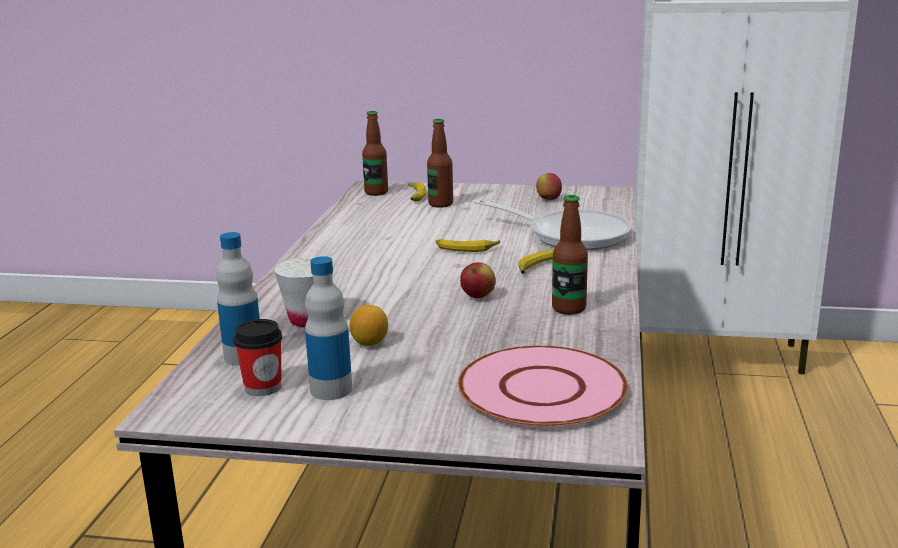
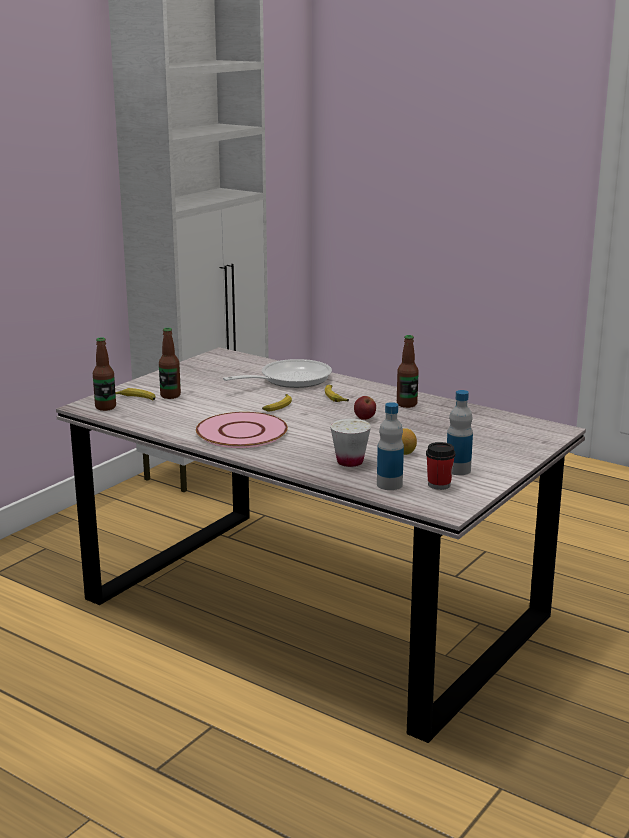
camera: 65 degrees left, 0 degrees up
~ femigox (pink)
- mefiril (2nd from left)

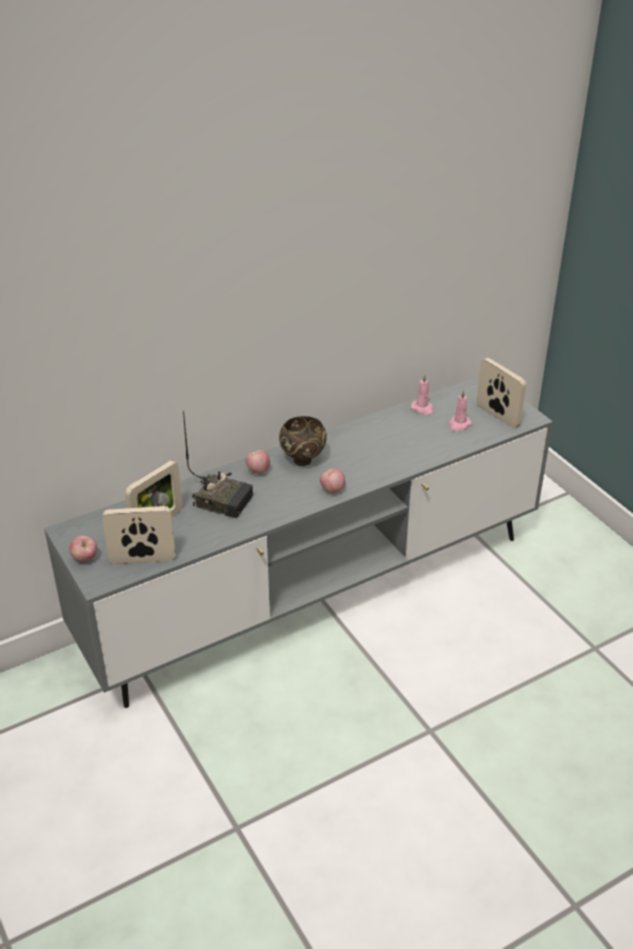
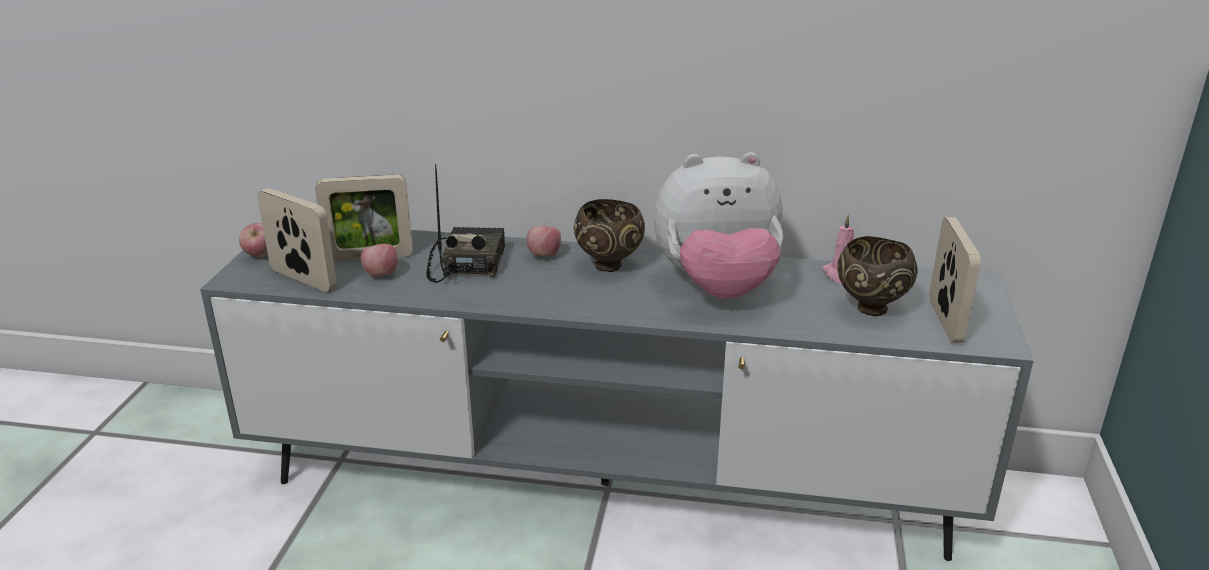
camera: 40 degrees right, 10 degrees down
~ mefiril (3rd from left in the first image) to mefiril (2nd from left)
~ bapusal 150 degrees counterclockwise
+ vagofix
~ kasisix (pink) (2nd from left) to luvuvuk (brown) (2nd from left)

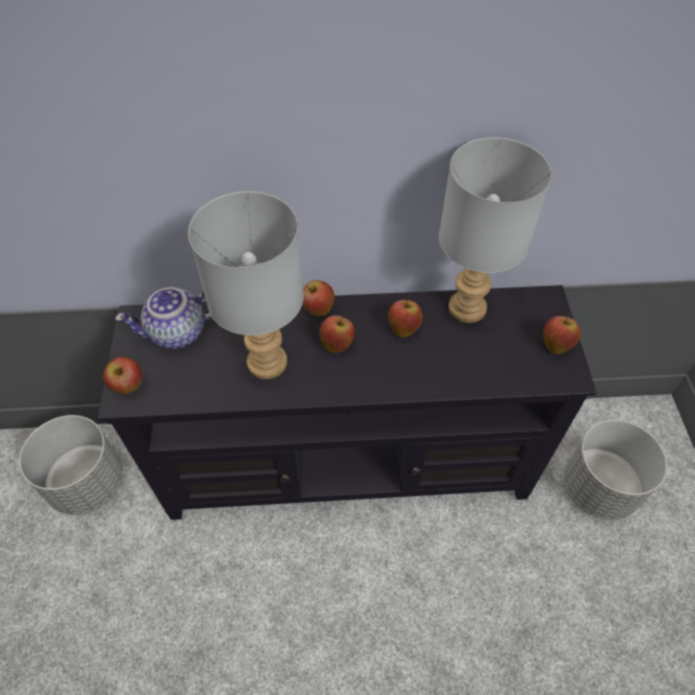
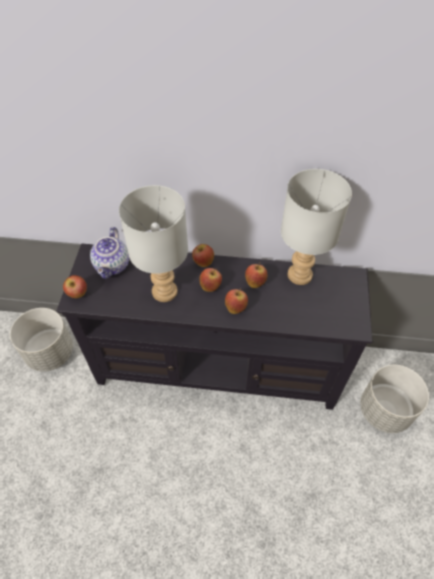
camera: 10 degrees right, 0 degrees up
~ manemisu 75 degrees counterclockwise
~ mefiril (5th from left in the first image) to mefiril (4th from left)

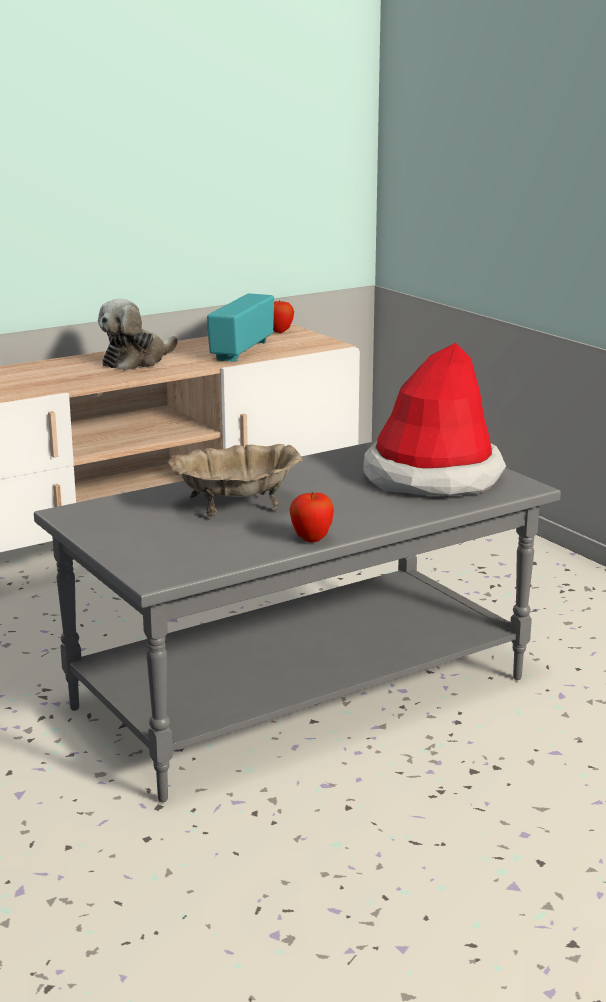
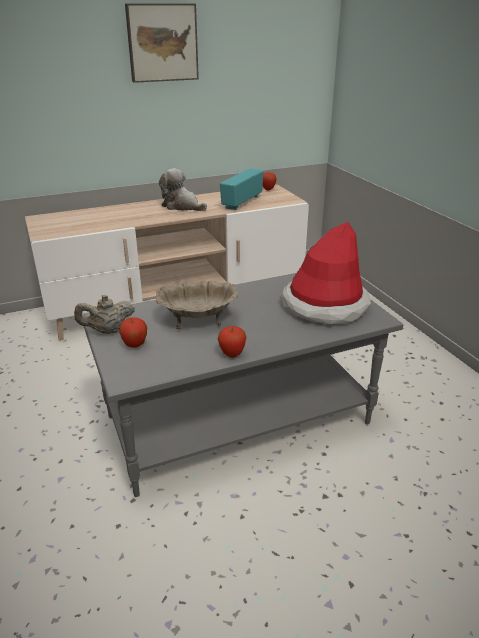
camera: 10 degrees right, 10 degrees up
+ manemisu (beige)
+ mefiril (1st from left)
+ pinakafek
~ vagofix 75 degrees clockwise

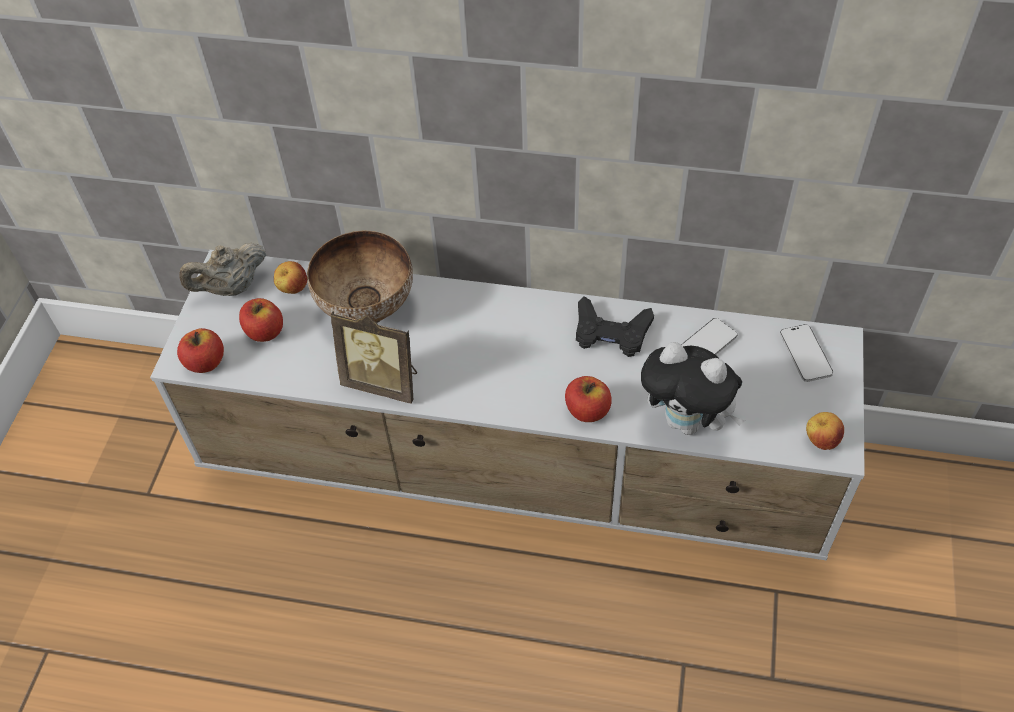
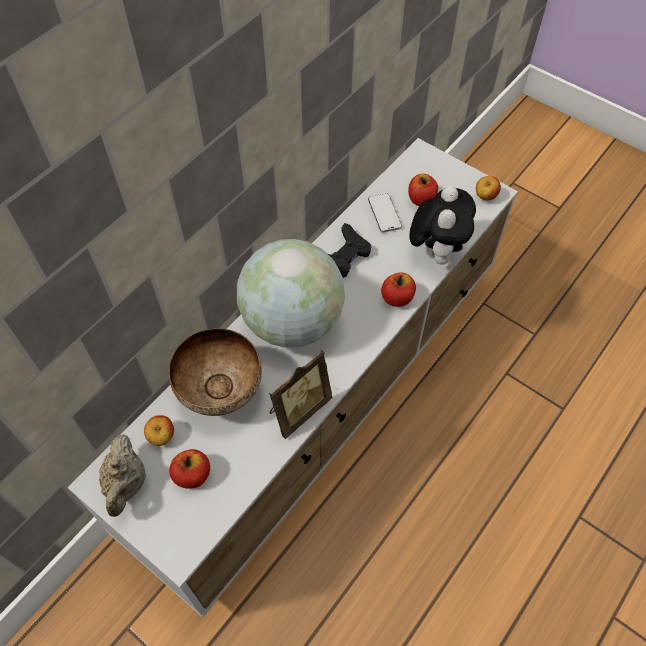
camera: 65 degrees left, 5 degrees up
+ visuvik
~ mefiril (1st from left in the first image) to mefiril (4th from left)
~ vagofix 45 degrees counterclockwise
- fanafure (2nd from left)

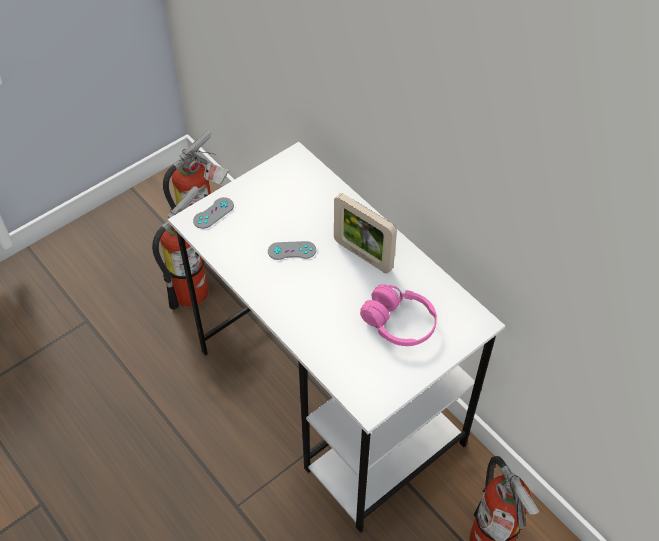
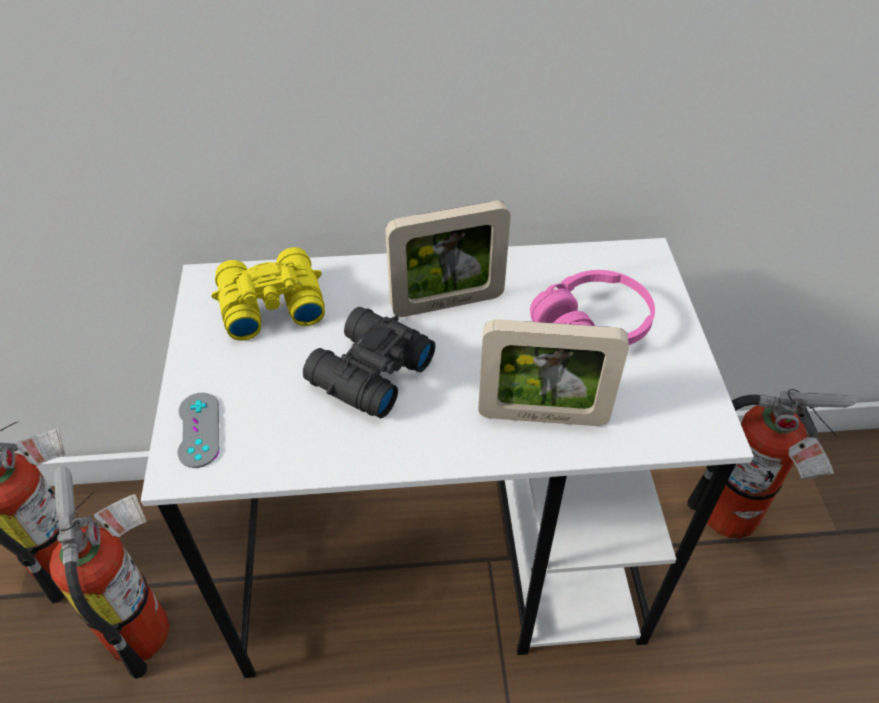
camera: 55 degrees left, 5 degrees down
+ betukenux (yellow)
~ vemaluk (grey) (2nd from left) to betukenux (black)
+ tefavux (2nd from left)

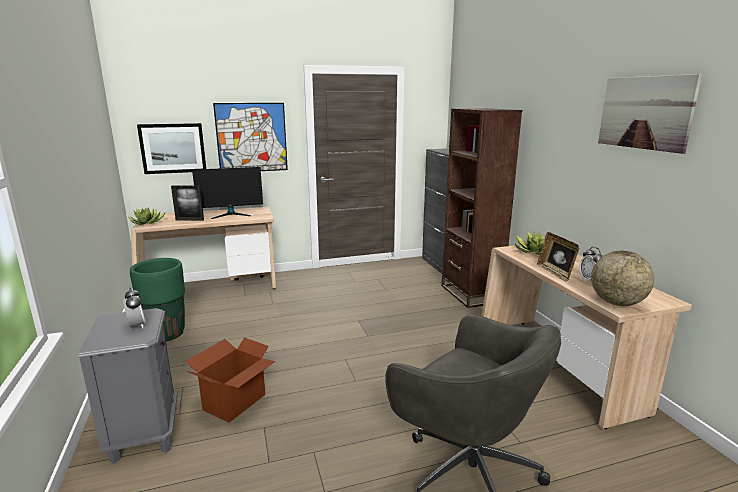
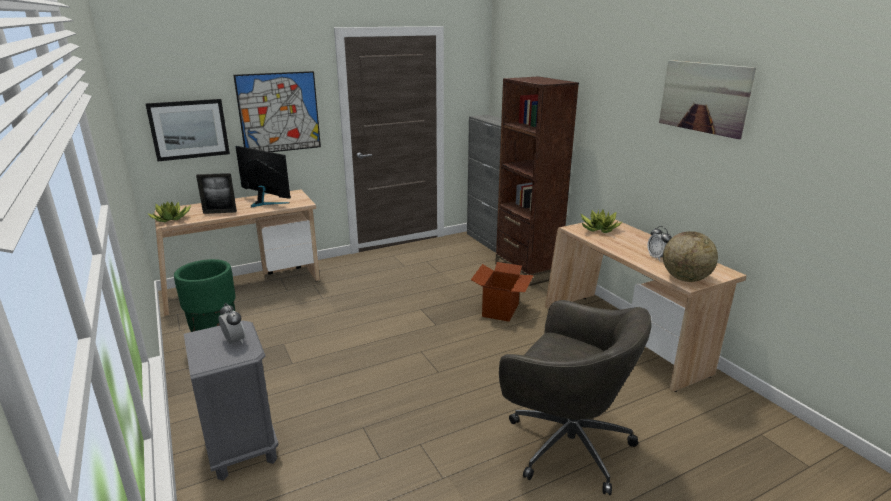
camera: 10 degrees left, 5 degrees up
~ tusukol 120 degrees counterclockwise
~ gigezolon
- tefavux (2nd from left)

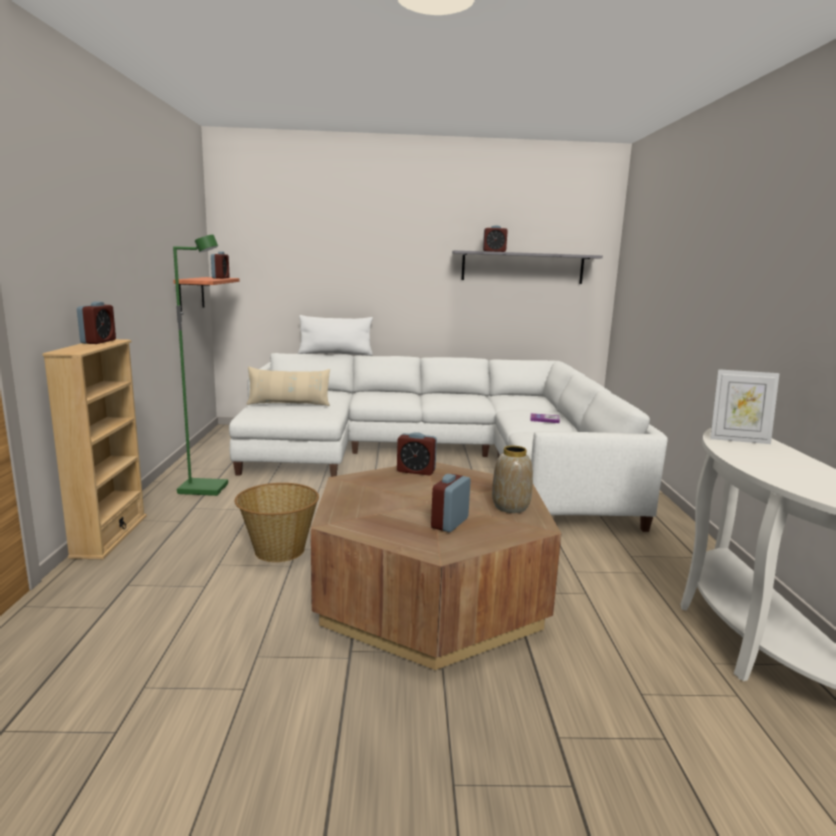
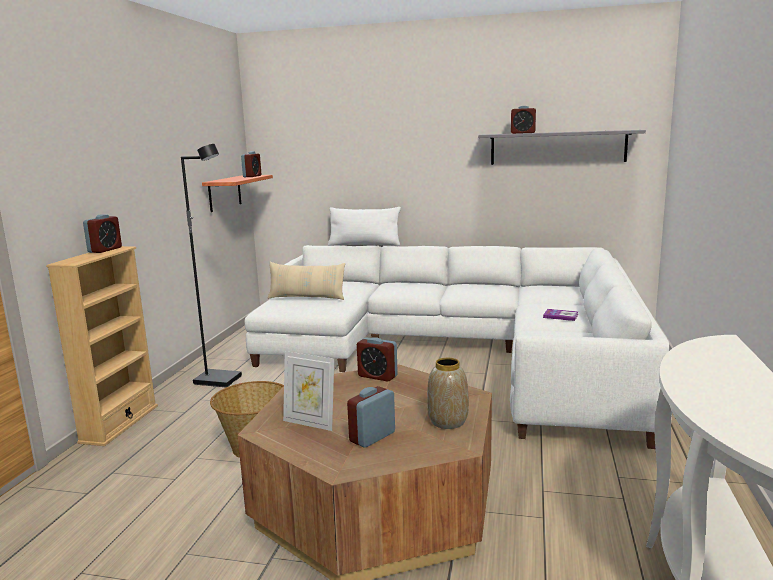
camera: 15 degrees right, 0 degrees up
~ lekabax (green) to lekabax (black)
~ tefavux

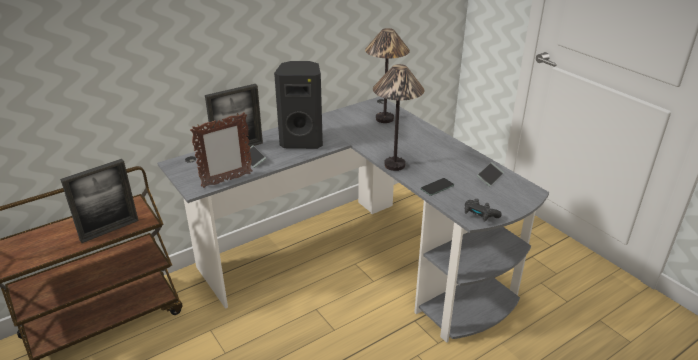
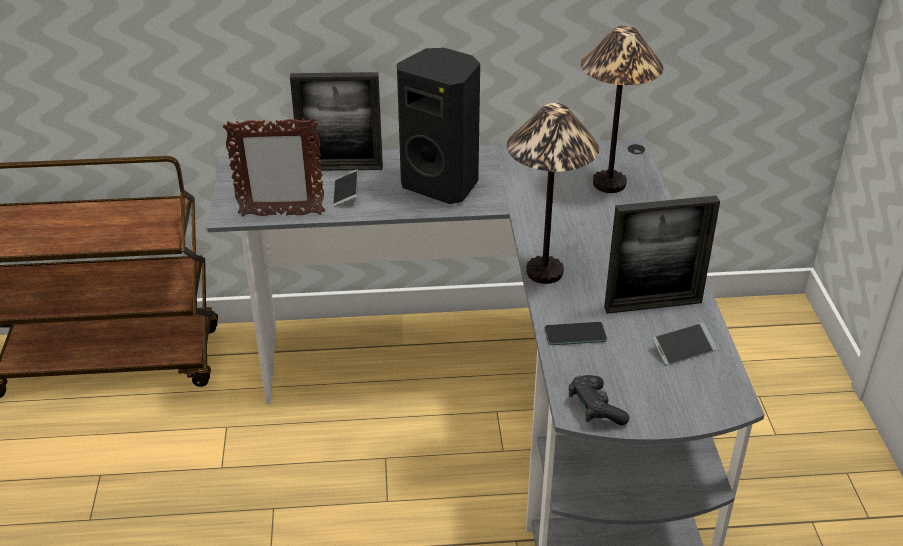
camera: 30 degrees right, 5 degrees up
~ tefavux (1st from left in the first image) to tefavux (3rd from left)

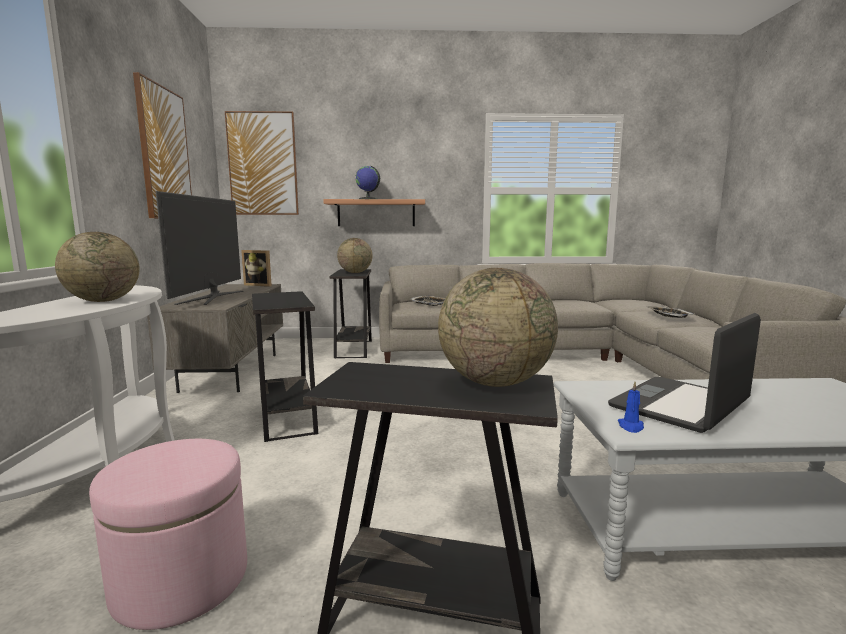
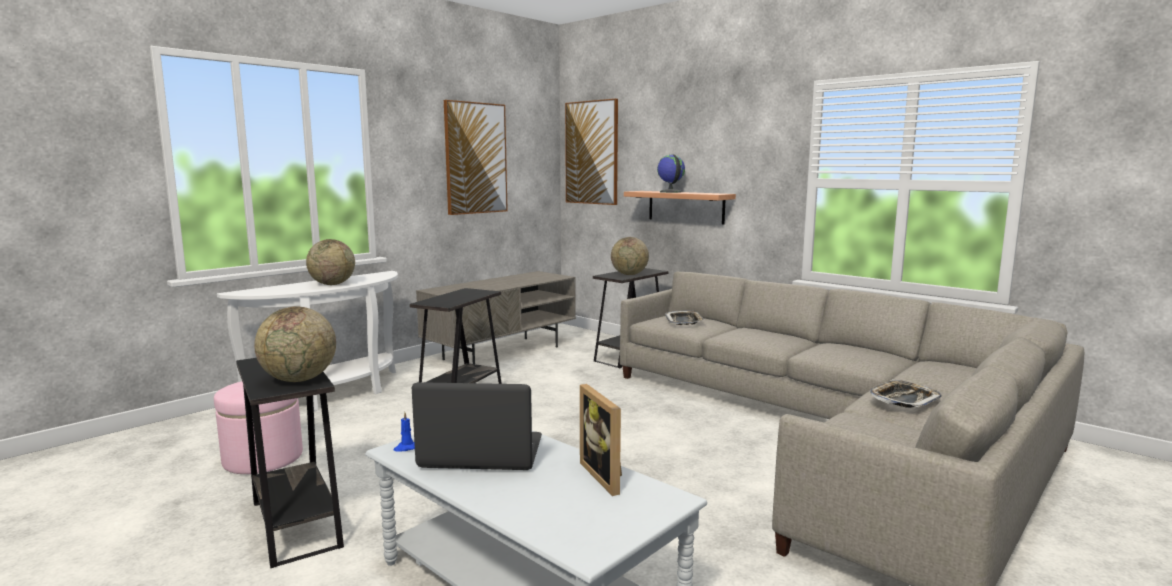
camera: 45 degrees right, 0 degrees up
~ tefavux
- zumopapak

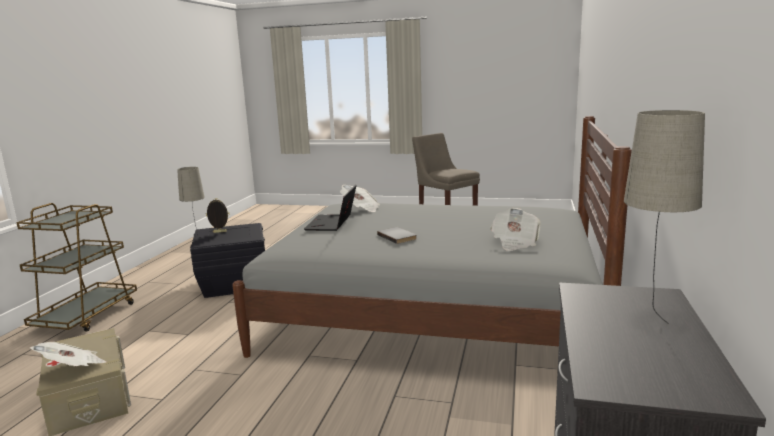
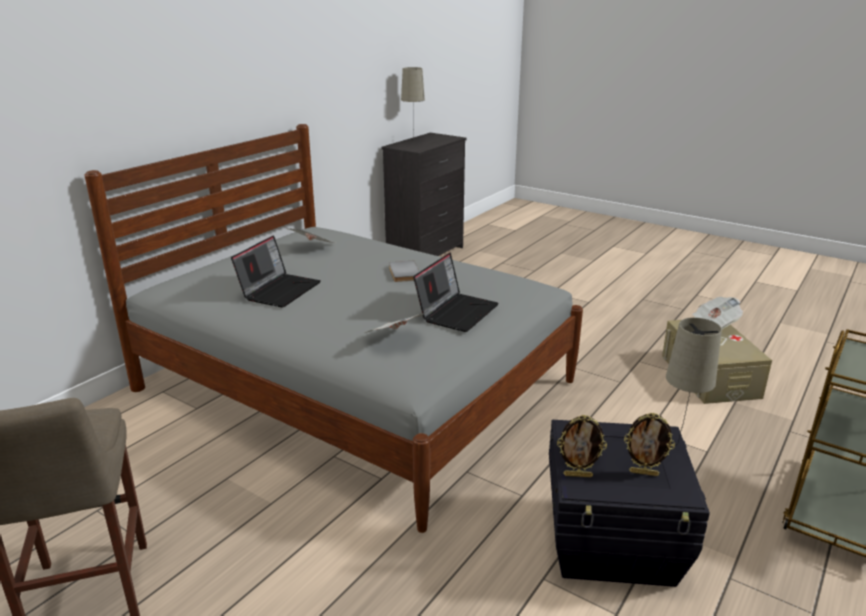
camera: 160 degrees left, 10 degrees up
+ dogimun (1st from left)
+ tefavux (1st from left)

